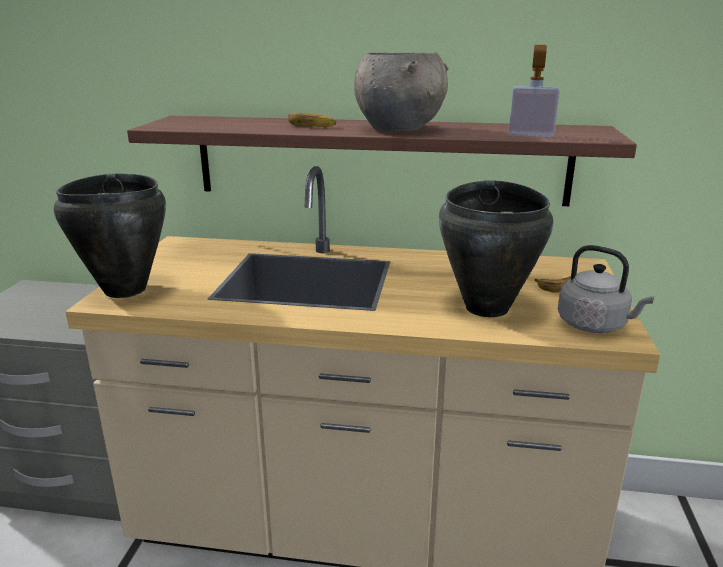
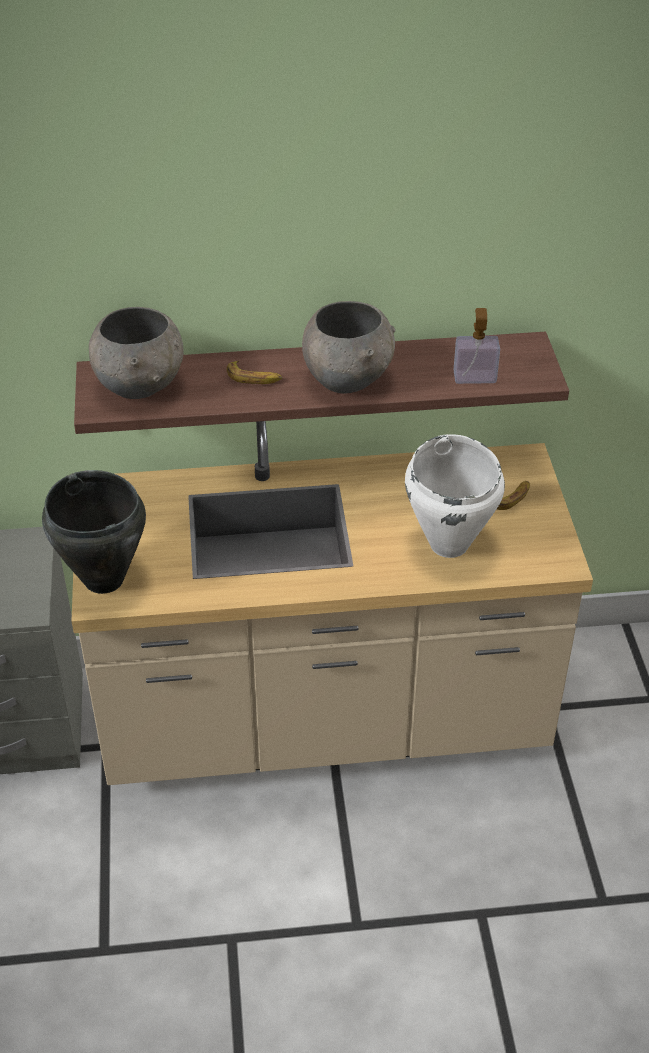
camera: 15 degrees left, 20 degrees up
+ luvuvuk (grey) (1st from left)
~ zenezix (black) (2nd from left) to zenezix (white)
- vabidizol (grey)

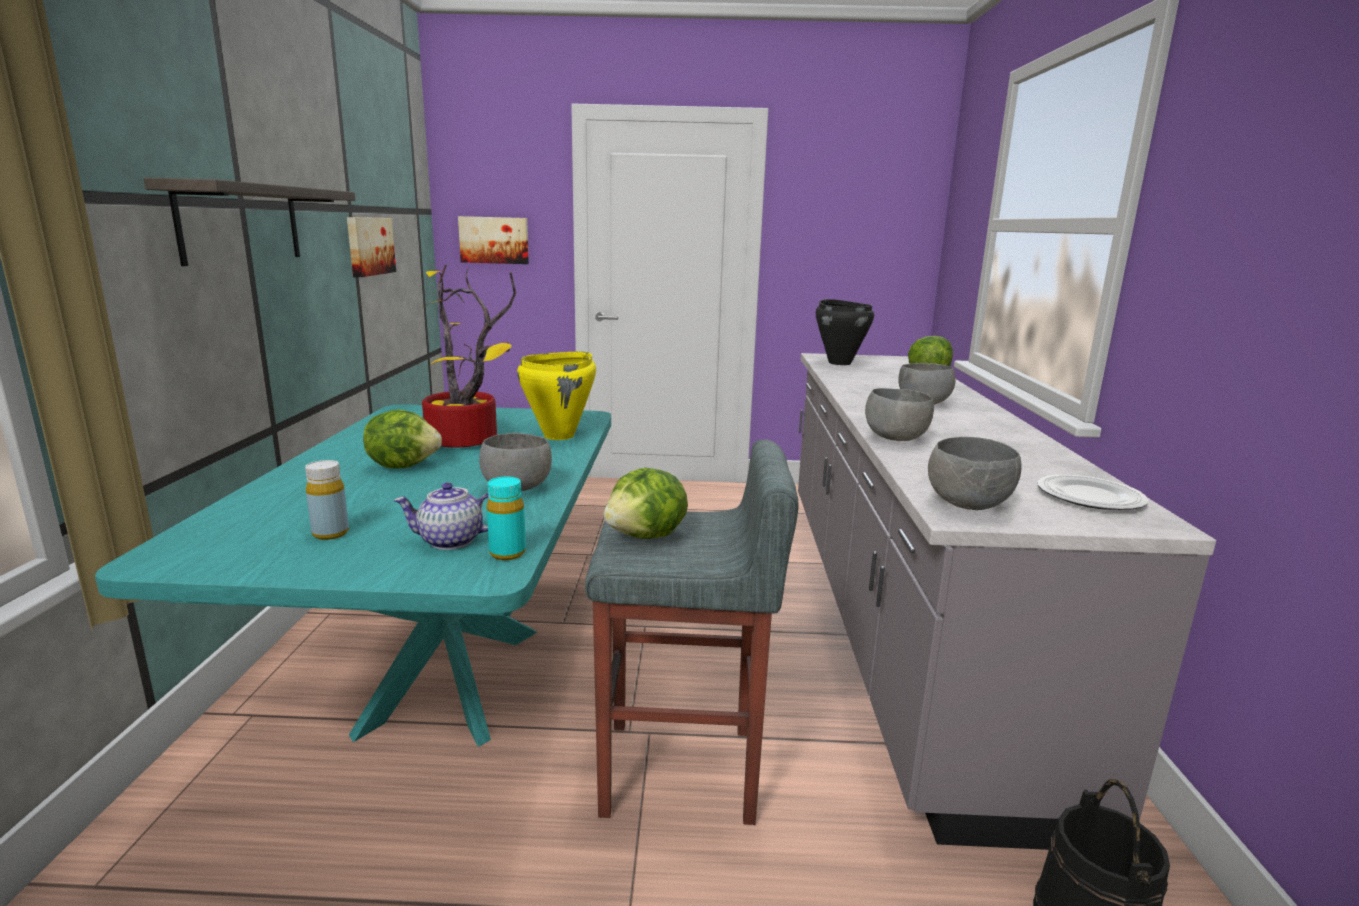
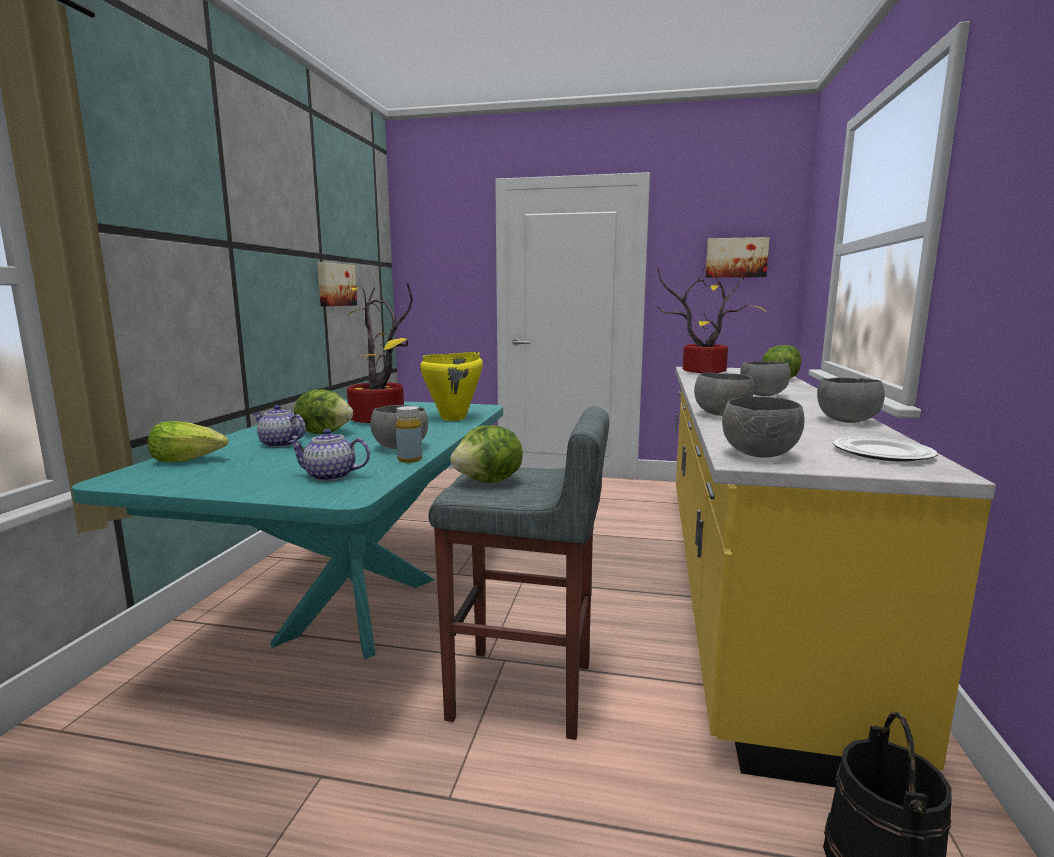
camera: 10 degrees right, 5 degrees down
+ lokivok (1st from left)
+ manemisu (1st from left)
~ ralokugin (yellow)
~ zenezix (black) to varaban (2nd from left)
~ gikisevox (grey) to gikisevox (yellow)
~ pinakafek (2nd from left)
+ luvuvuk (grey) (5th from left)
- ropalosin
- ralokugin (turquoise)

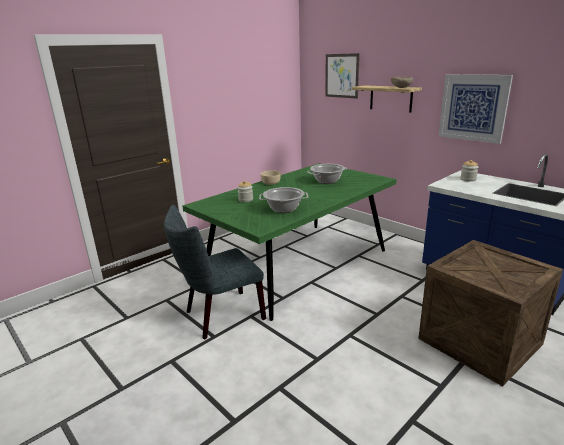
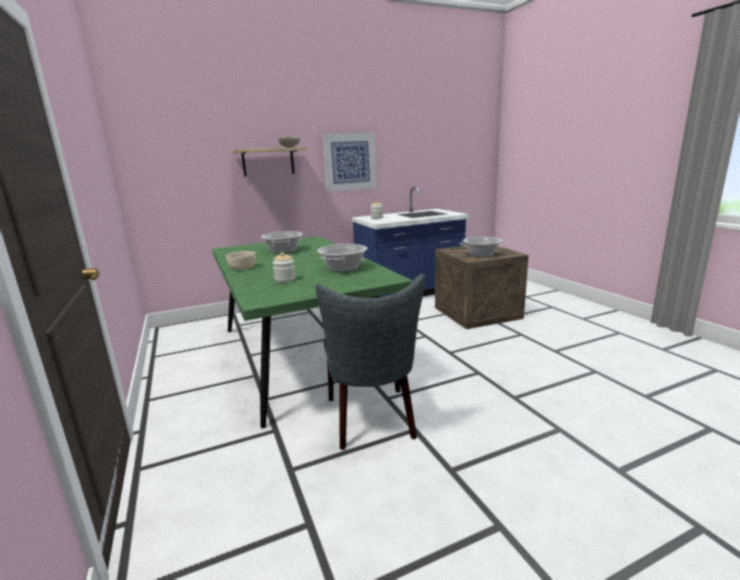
camera: 70 degrees left, 5 degrees down
+ zenezix (3rd from left)
- pinakafek (1st from left)

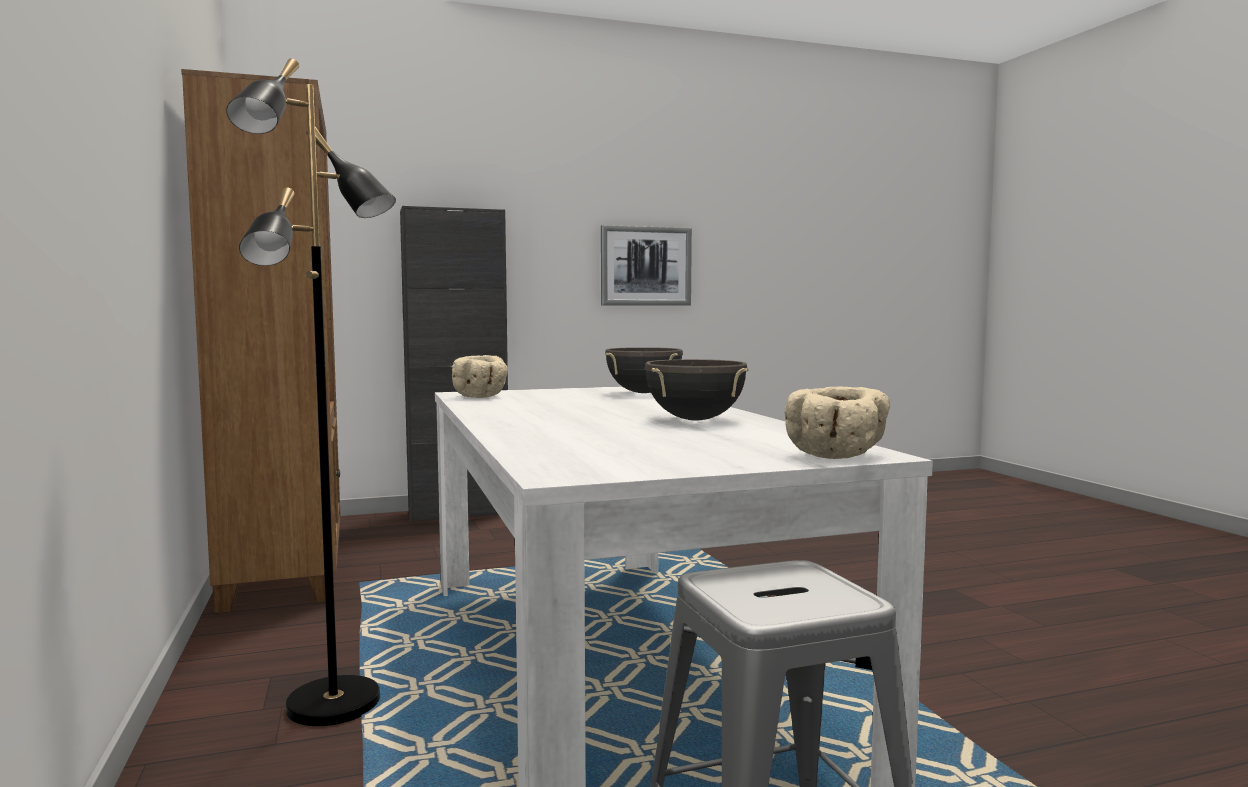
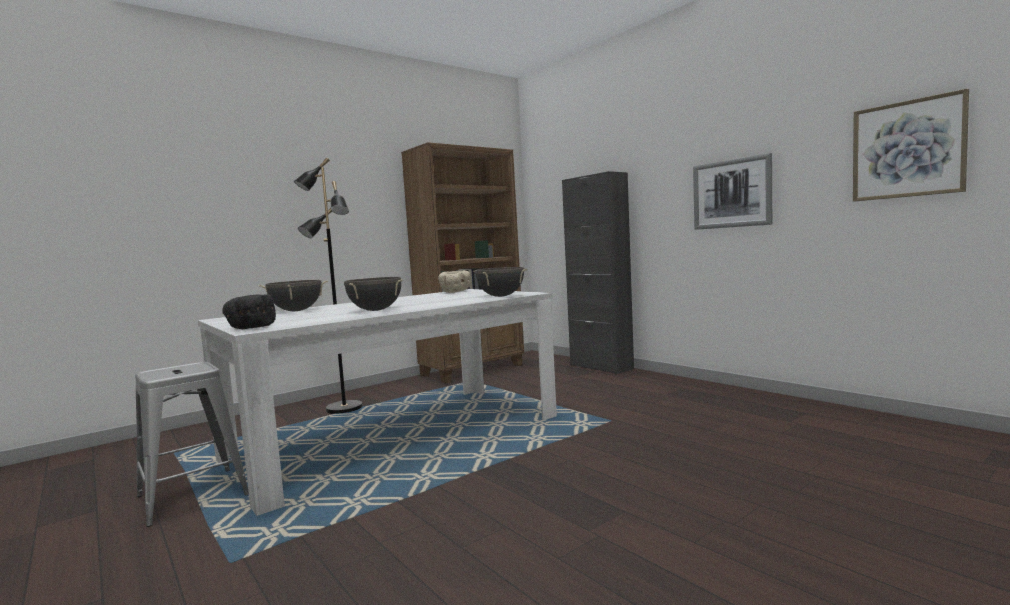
camera: 70 degrees right, 0 degrees up
~ luvuvuk (beige) (2nd from left) to luvuvuk (black)
+ zenezix (black) (1st from left)
+ pinakafek (2nd from left)

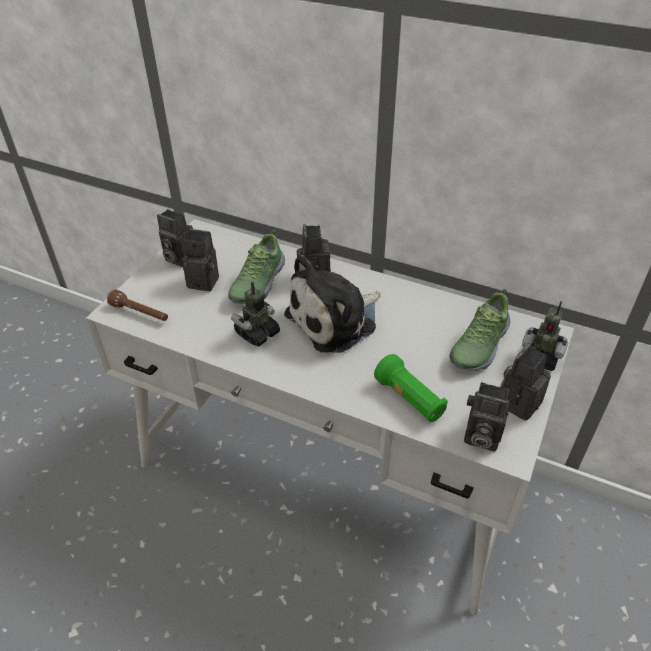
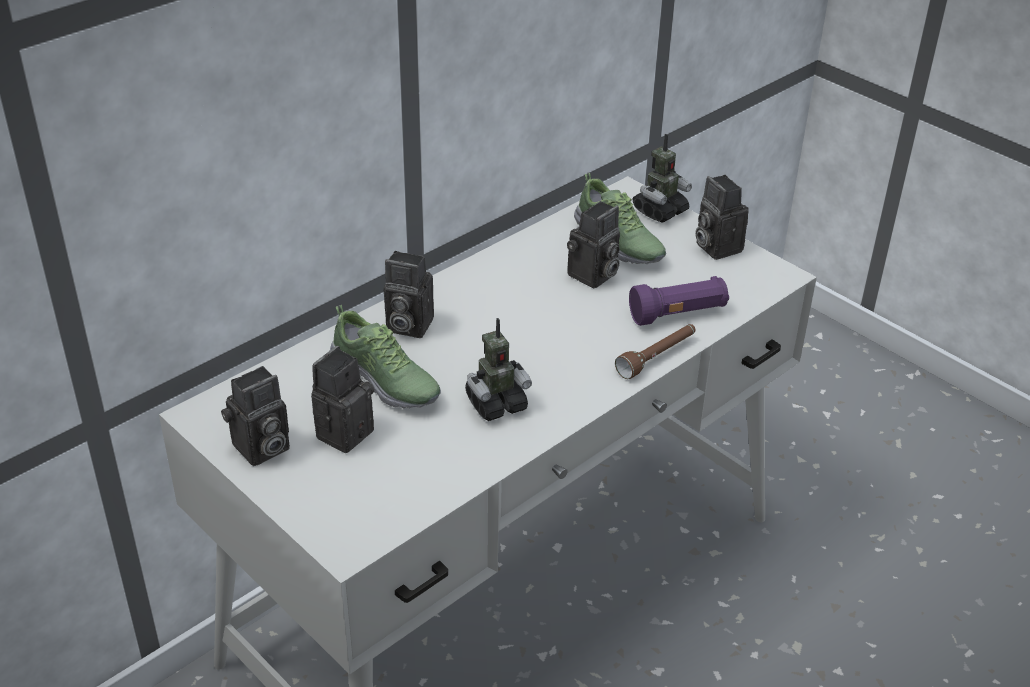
camera: 70 degrees left, 5 degrees down
~ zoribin (1st from left) 90 degrees counterclockwise
~ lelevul (4th from left)
~ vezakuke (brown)
~ vezakuke (green) to vezakuke (purple)
- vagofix

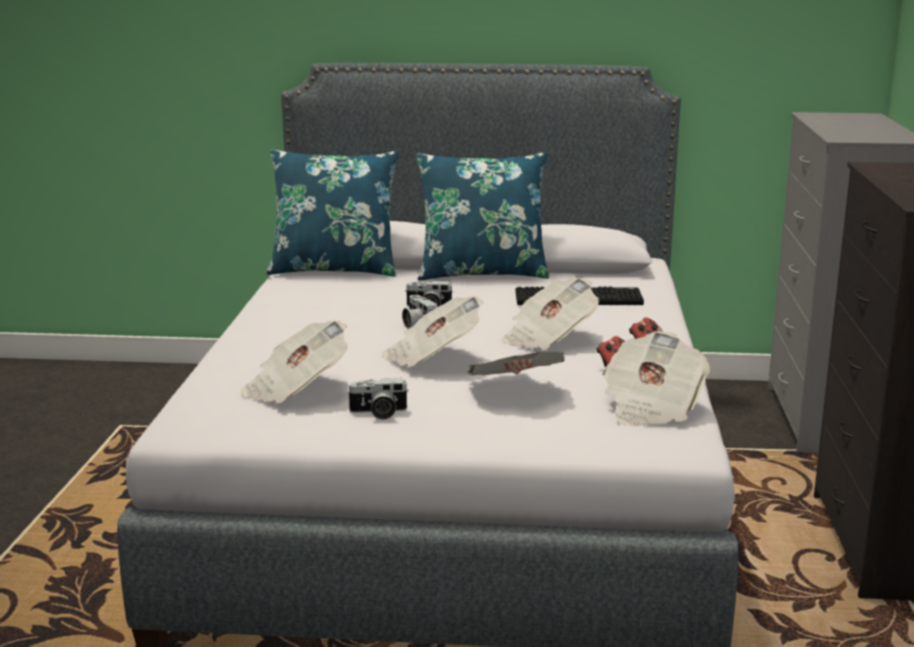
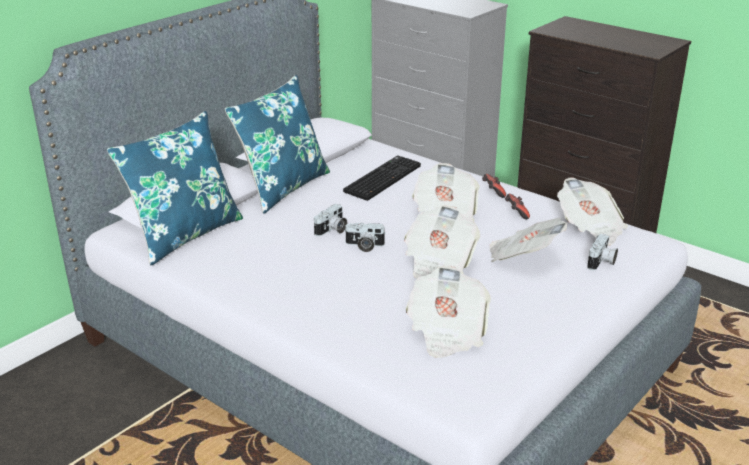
camera: 55 degrees left, 10 degrees up
~ lelevul (1st from left in the first image) to lelevul (3rd from left)

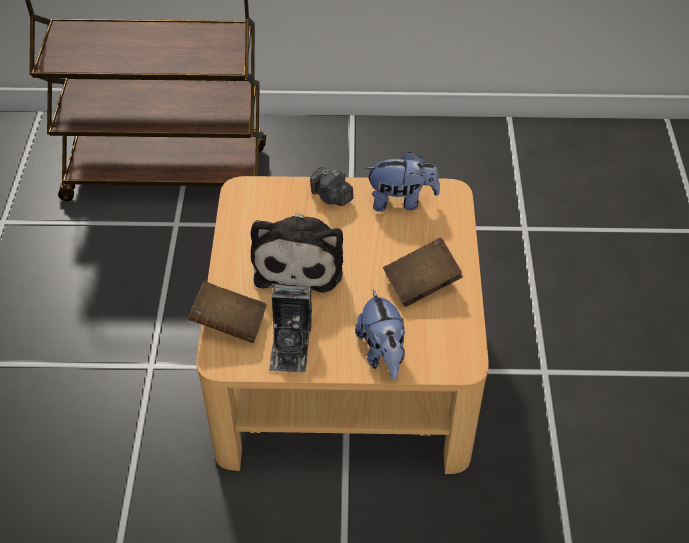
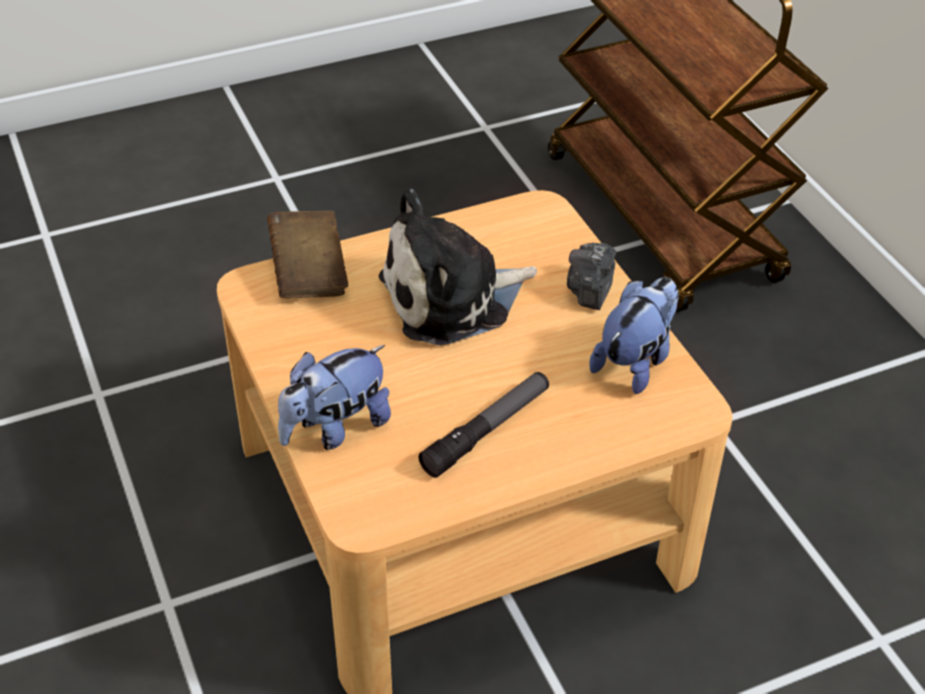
camera: 65 degrees right, 5 degrees down
~ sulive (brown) (2nd from left) to vezakuke
~ vagofix (3rd from left) 120 degrees counterclockwise
- lelevul (1st from left)

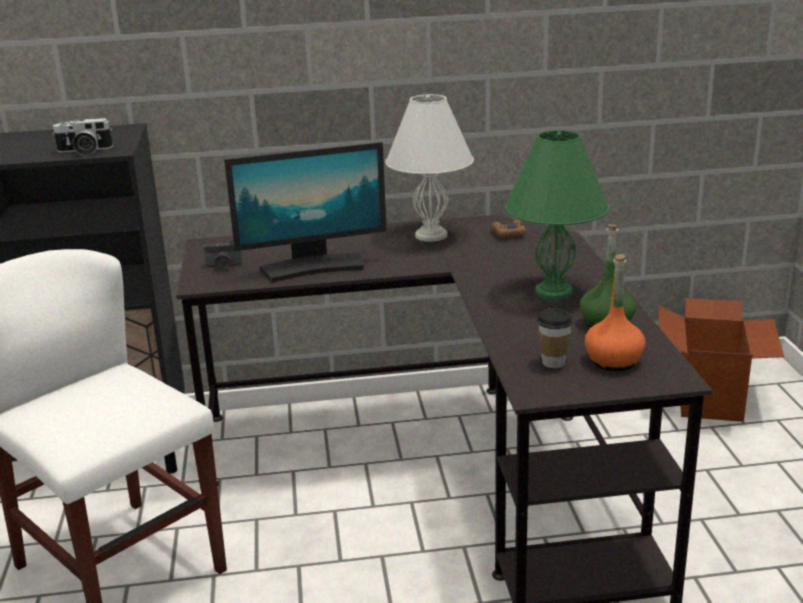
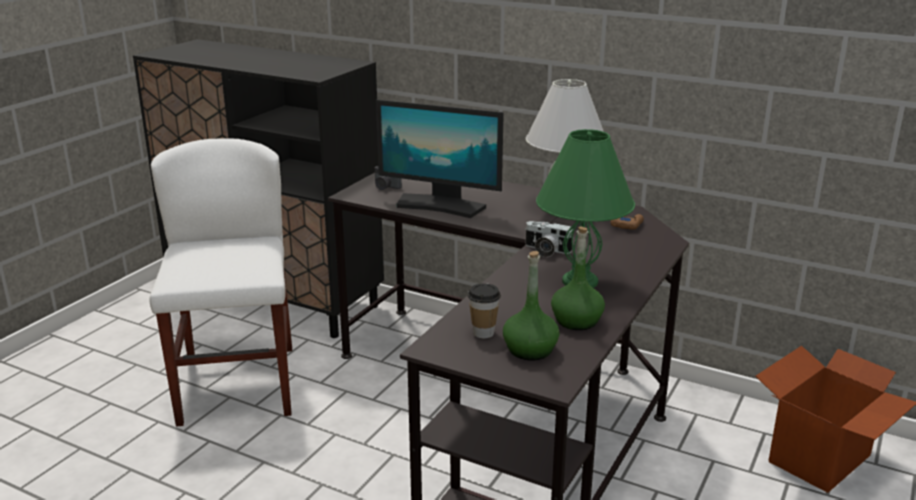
camera: 35 degrees right, 0 degrees up
~ ralokugin (orange) to ralokugin (green) (1st from left)
~ lelevul (1st from left in the first image) to lelevul (2nd from left)

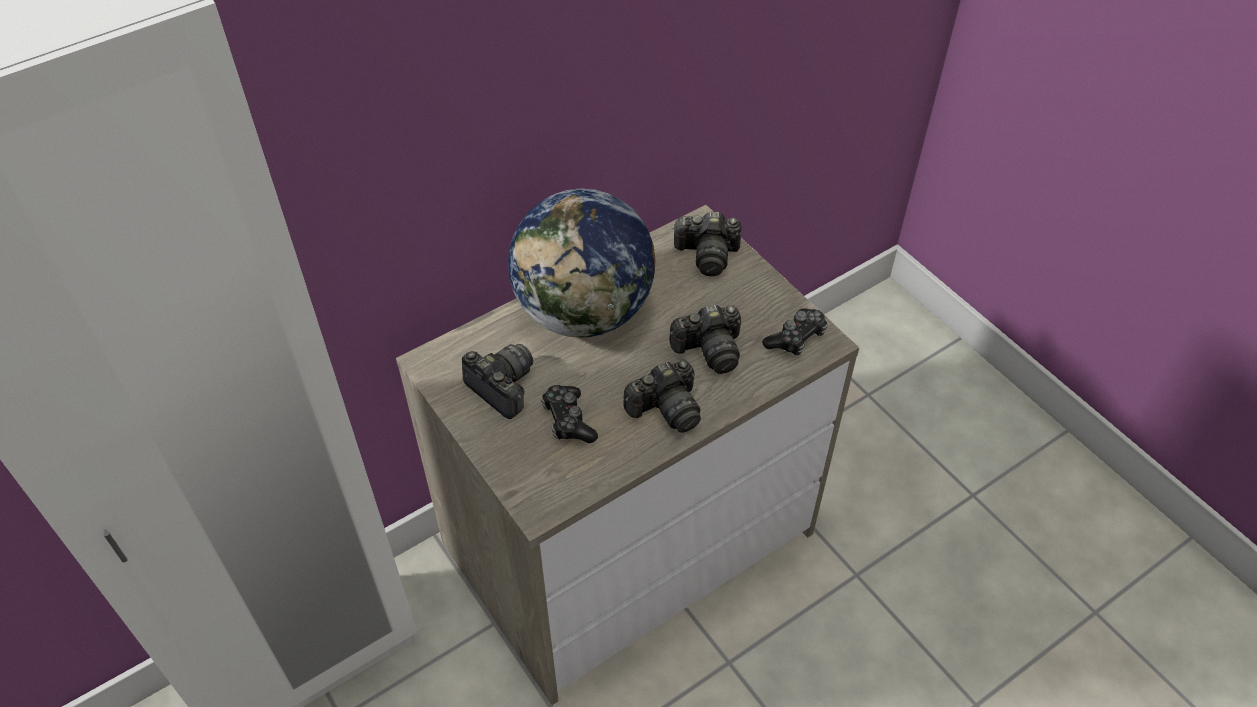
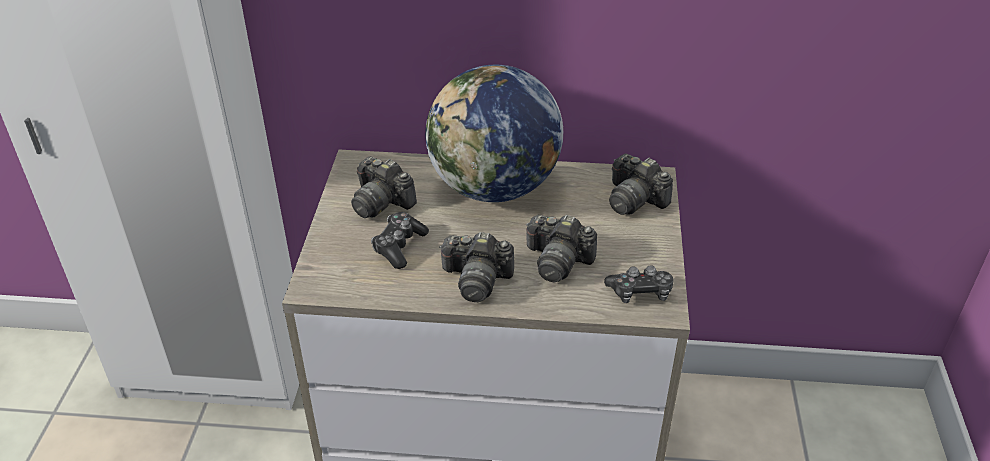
camera: 40 degrees right, 10 degrees down
~ lelevul (1st from left) 135 degrees clockwise

